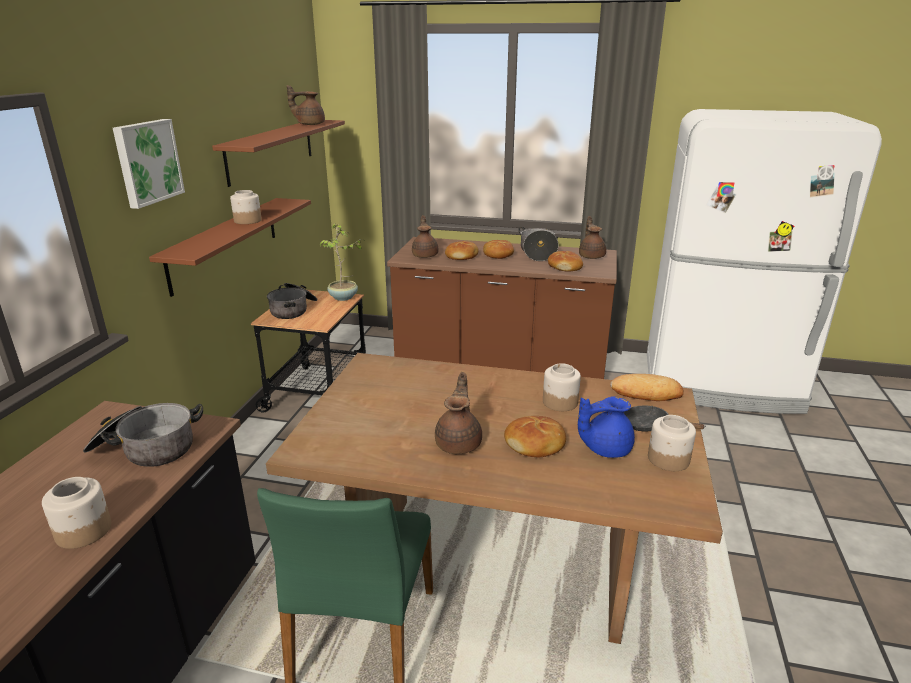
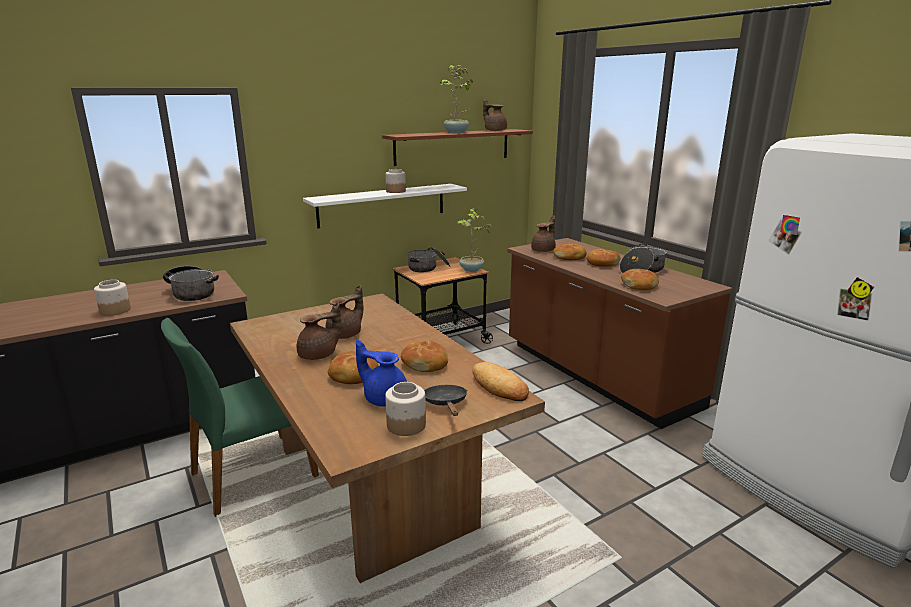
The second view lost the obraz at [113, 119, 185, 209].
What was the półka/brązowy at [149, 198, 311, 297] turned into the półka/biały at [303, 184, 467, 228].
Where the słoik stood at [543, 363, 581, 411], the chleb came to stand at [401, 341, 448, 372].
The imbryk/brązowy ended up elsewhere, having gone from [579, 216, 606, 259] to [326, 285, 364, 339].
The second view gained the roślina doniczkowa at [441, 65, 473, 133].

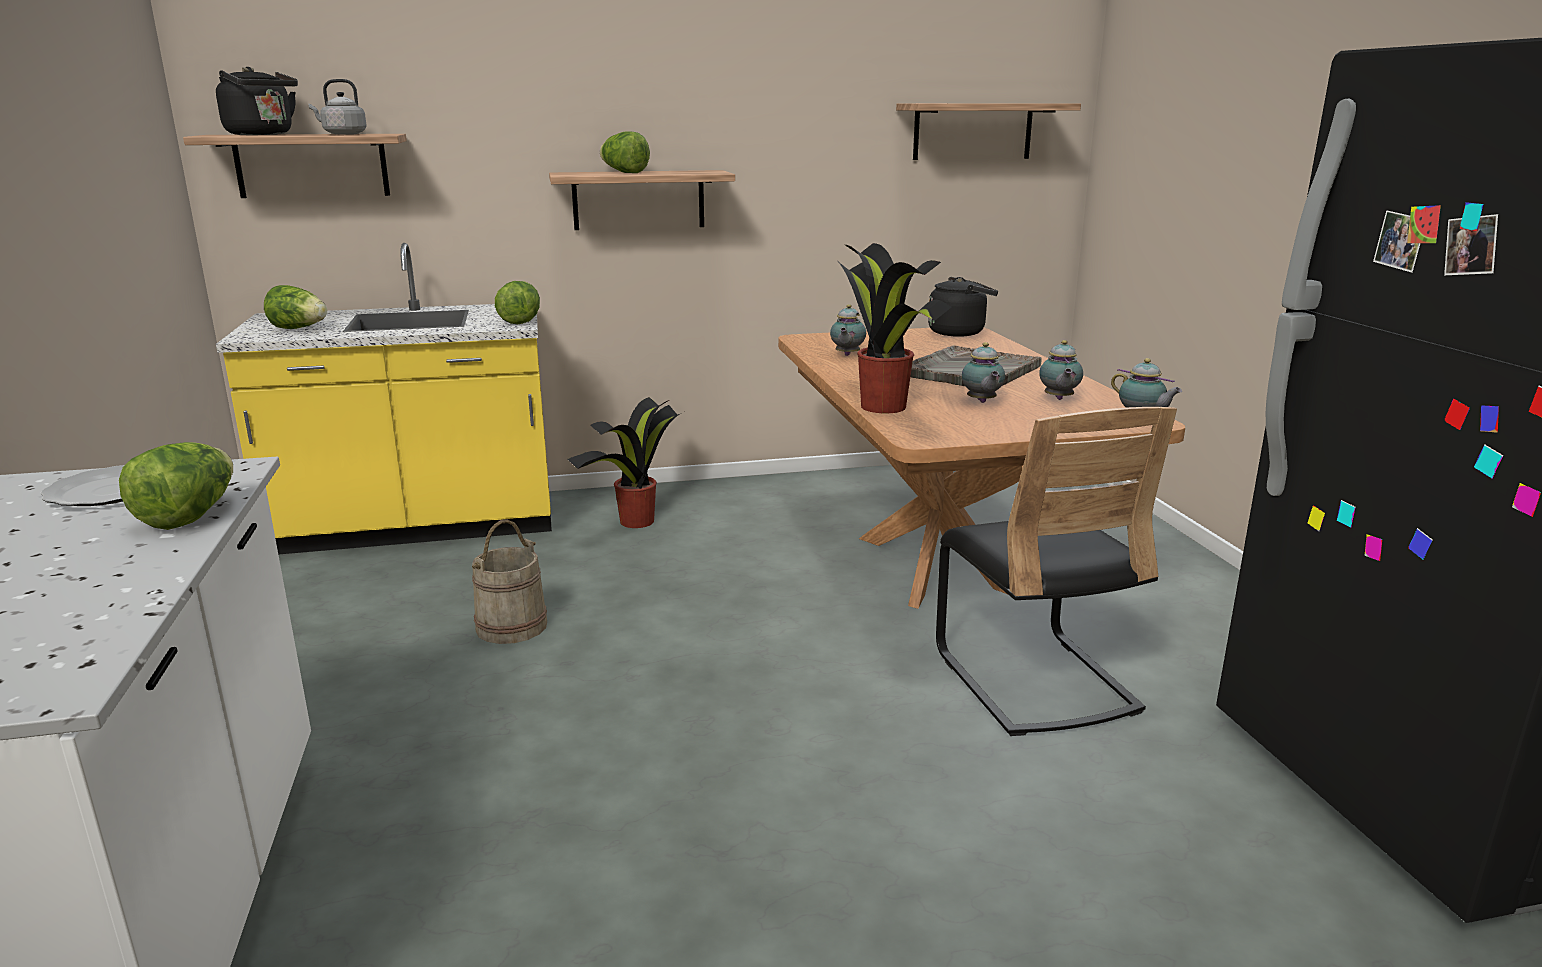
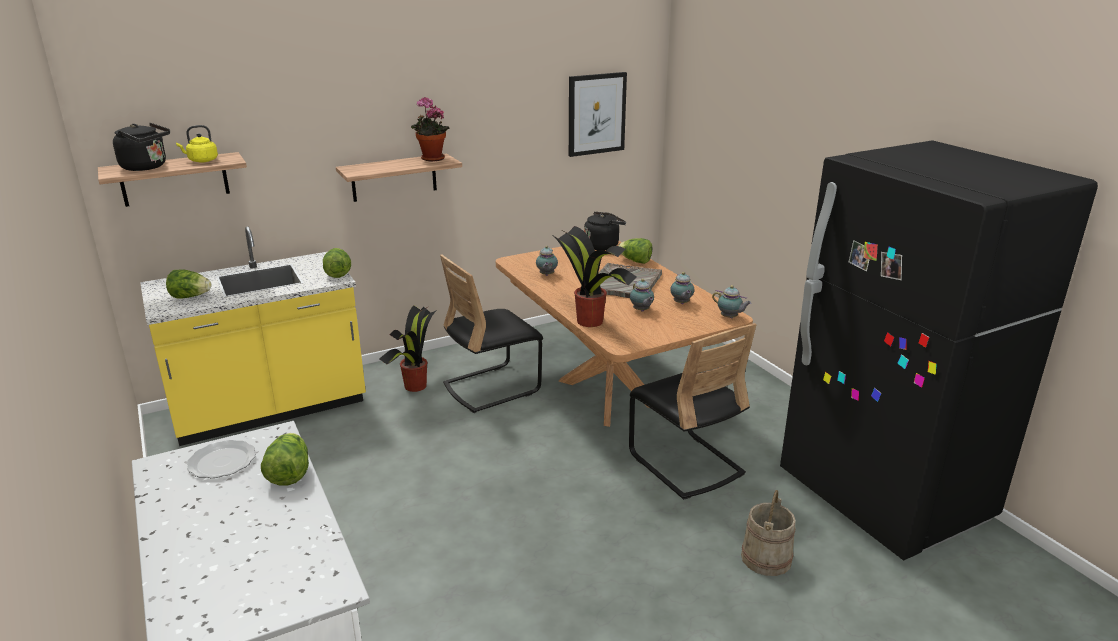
What was the czajnik/szary at [309, 79, 367, 135] turned into the czajnik/żółty at [176, 125, 218, 163].
The wiadro/beżowy ended up elsewhere, having gone from [472, 520, 547, 644] to [741, 490, 796, 576].
The sałata ended up elsewhere, having gone from [600, 131, 650, 173] to [618, 238, 652, 264].
Where the półka hung at [896, 103, 1081, 160], the obraz came to hang at [569, 72, 627, 157].
The second view gained the roślina doniczkowa at [411, 97, 450, 161].
The second view gained the krzesło/czarny at [440, 255, 543, 413].

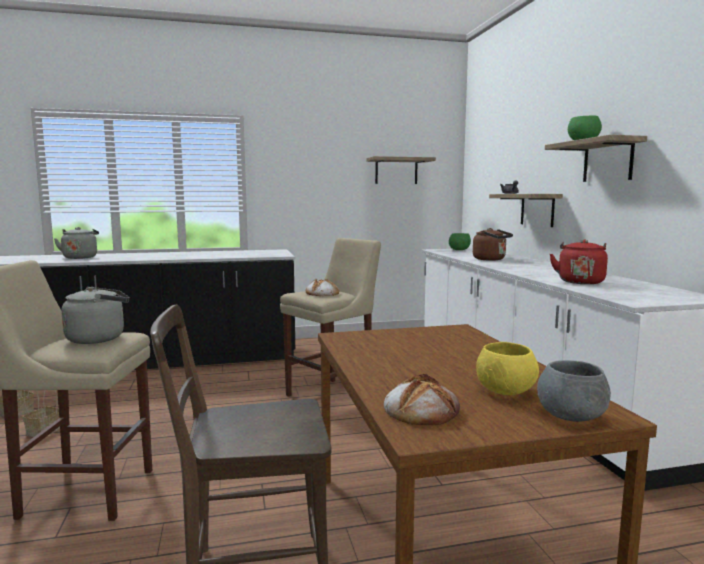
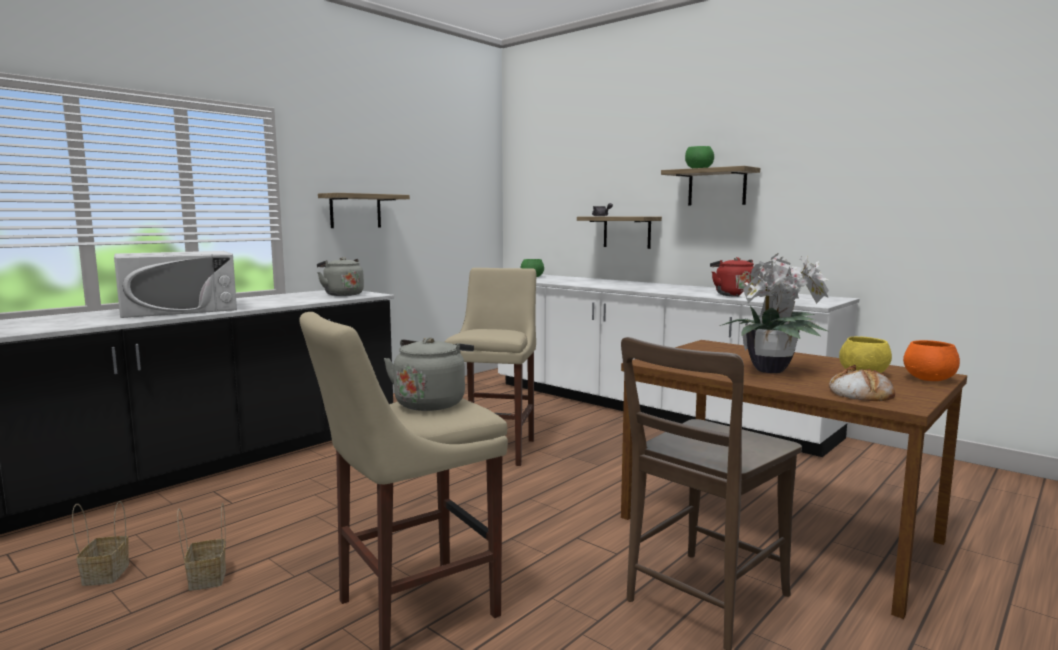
The czajnik/szary ended up elsewhere, having gone from [54, 227, 99, 259] to [317, 257, 364, 296].
The second view lost the chleb at [305, 279, 339, 296].
The półka ended up elsewhere, having gone from [367, 156, 436, 184] to [318, 193, 410, 228].
The second view lost the czajnik/brązowy at [473, 228, 513, 261].
What was the miska/szary at [537, 360, 611, 422] turned into the miska/pomarańczowy at [903, 340, 960, 381].
The second view gained the mikrofalówka/biały at [114, 251, 237, 318].
The second view gained the roślina doniczkowa at [720, 253, 829, 373].

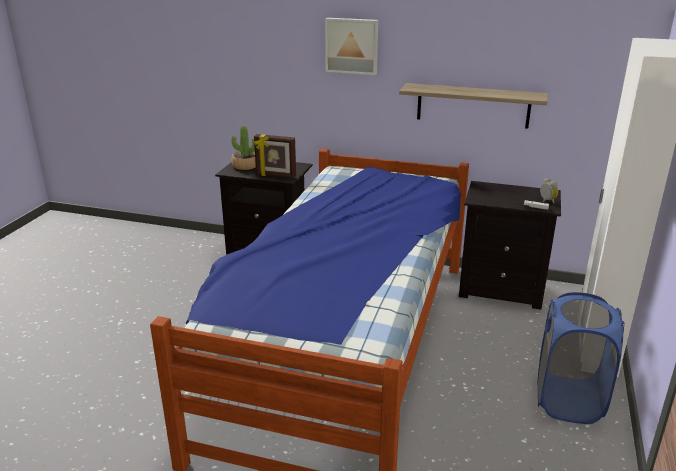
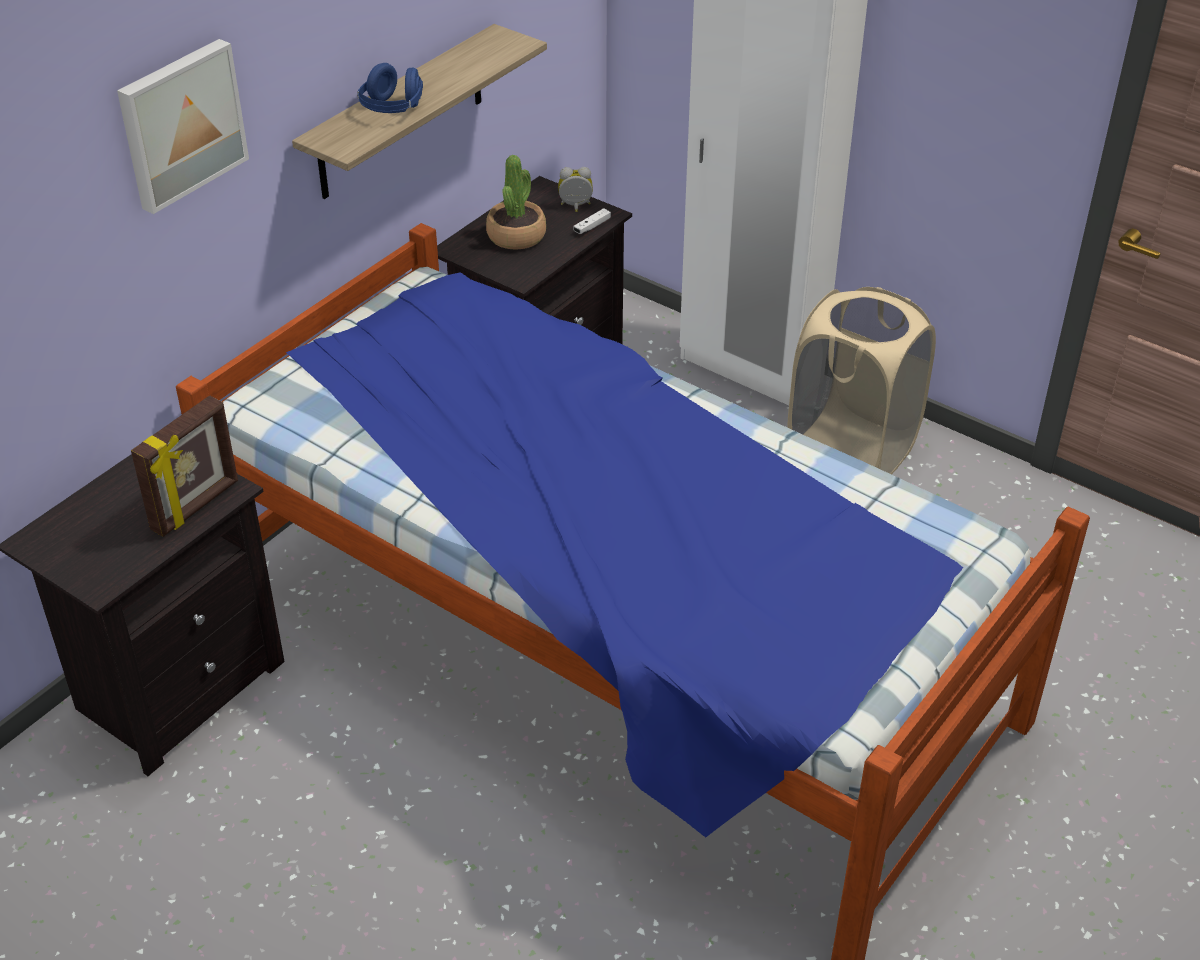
The roślina doniczkowa ended up elsewhere, having gone from [231, 126, 256, 170] to [486, 155, 546, 250].
What was the kosz na pranie/niebieski at [538, 292, 624, 424] turned into the kosz na pranie/beżowy at [788, 287, 936, 474].
The second view gained the słuchawki/niebieski at [357, 63, 423, 113].

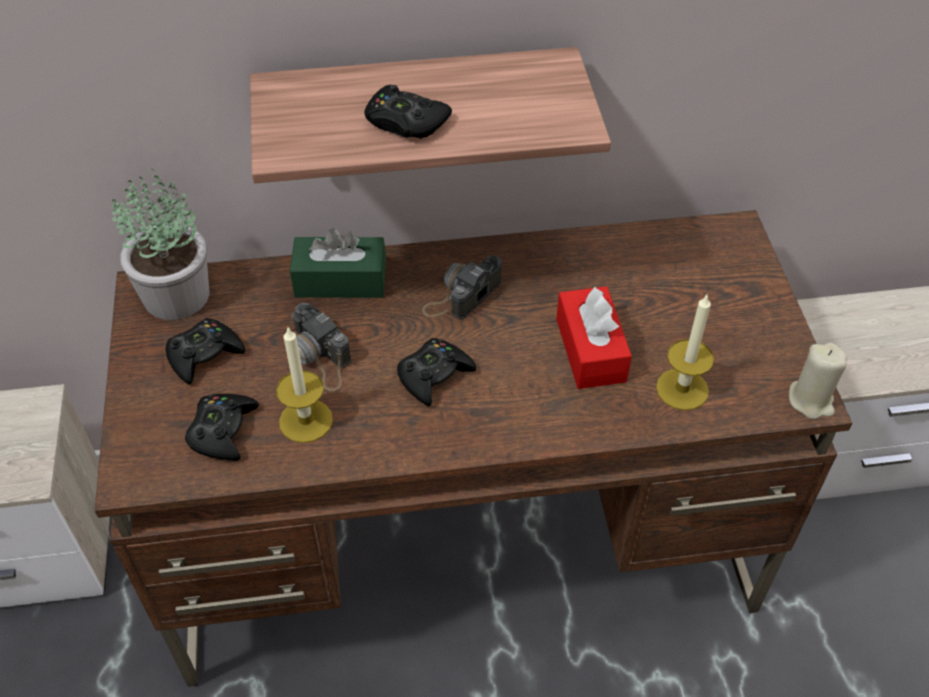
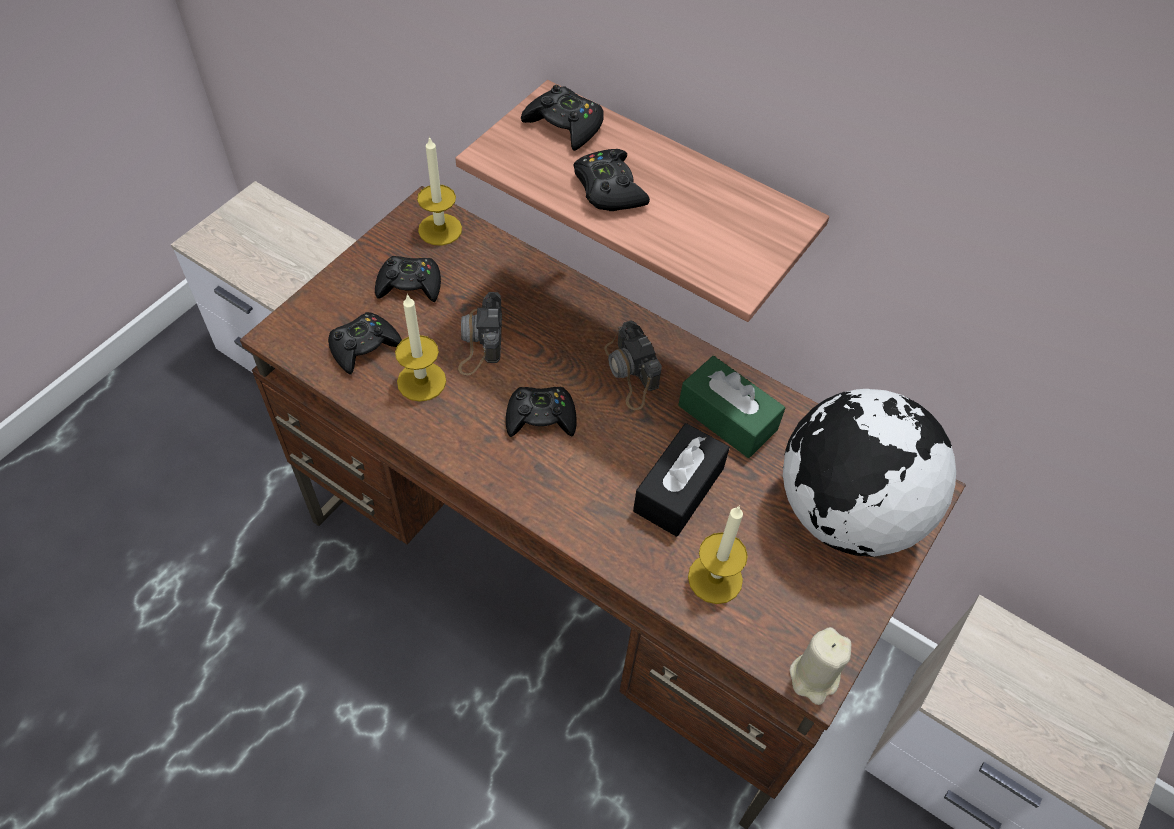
Where the roślina doniczkowa stood at [110, 169, 209, 320], the świeca came to stand at [417, 136, 462, 246].
The pudełko chusteczek/zielony ended up elsewhere, having gone from [290, 228, 386, 298] to [678, 356, 785, 458].
The aparat fotograficzny at [422, 255, 502, 319] ended up facing another way, 105 degrees counterclockwise from before.
What was the pudełko chusteczek/czerwony at [556, 286, 632, 389] turned into the pudełko chusteczek/czarny at [633, 423, 730, 537].
The second view gained the pad do gier/czarny at [521, 85, 604, 151].
The second view gained the globus at [783, 389, 956, 557].

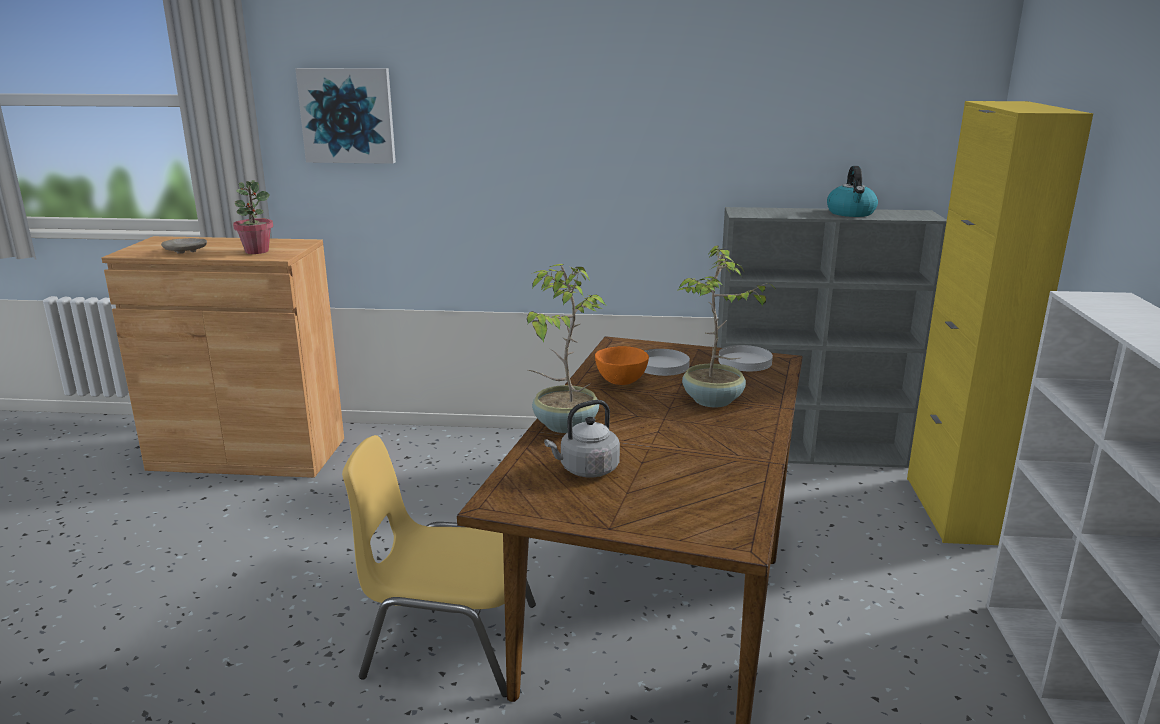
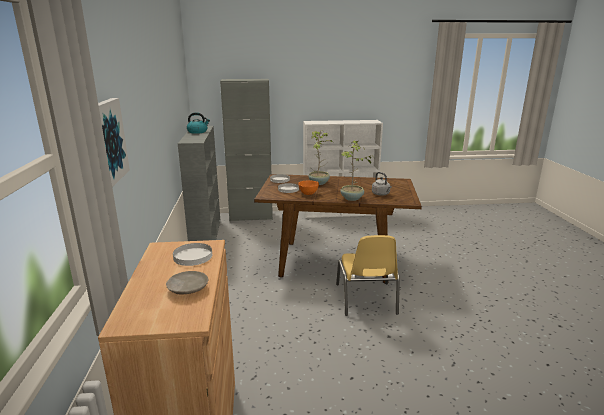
Where the roślina doniczkowa stood at [233, 180, 273, 254], the talerz/biały came to stand at [173, 243, 212, 266].
What was the szafka/żółty at [907, 101, 1093, 545] turned into the szafka/szary at [220, 79, 273, 221].

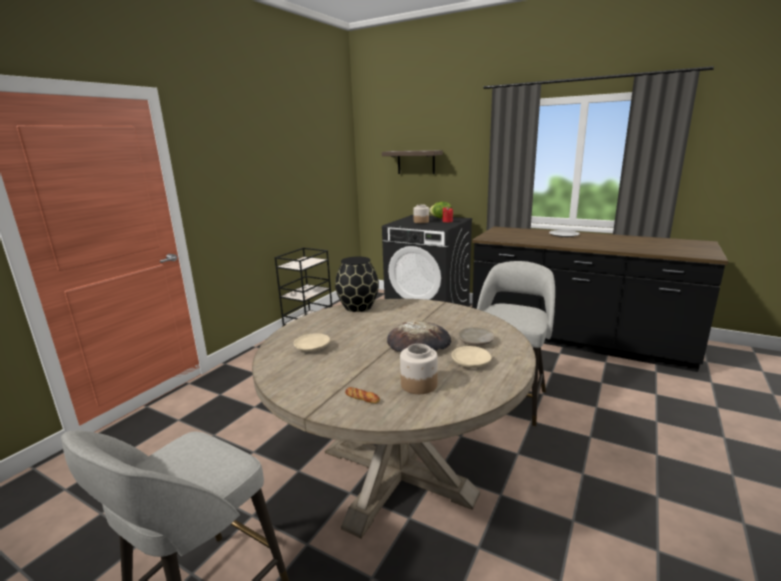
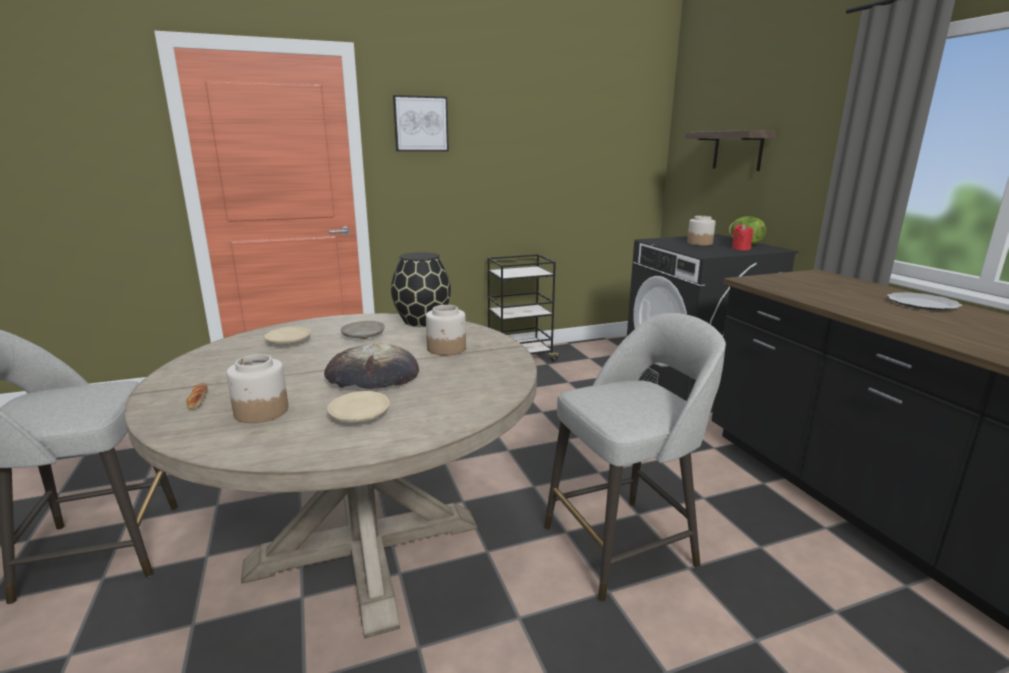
The talerz/beżowy ended up elsewhere, having gone from [458, 327, 494, 345] to [341, 321, 385, 339].
The second view gained the obraz at [393, 95, 449, 151].
The second view gained the słoik at [426, 305, 466, 355].

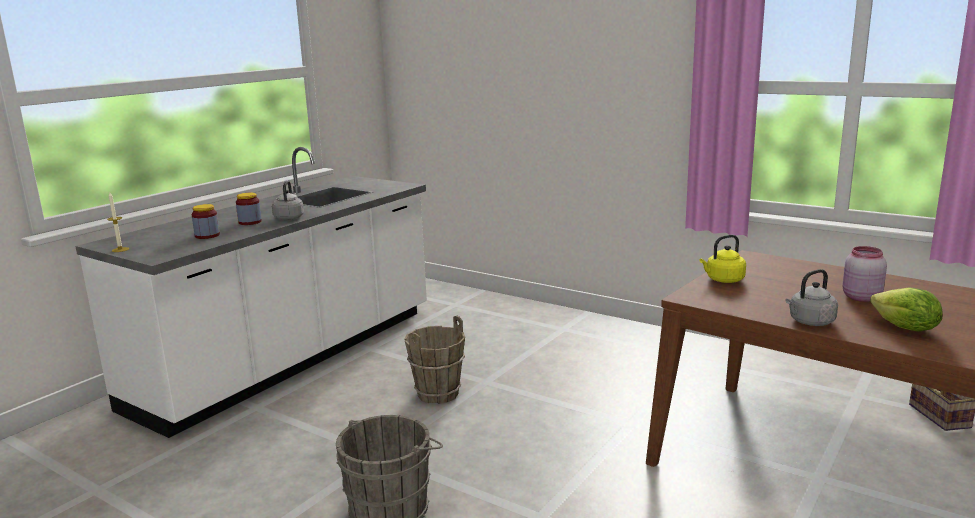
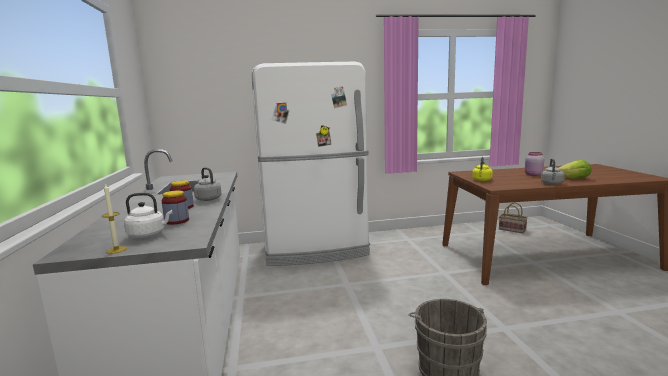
The second view lost the wiadro/brązowy at [404, 316, 465, 404].
The second view gained the czajnik/biały at [124, 193, 172, 238].
The second view gained the lodówka/biały at [251, 62, 370, 266].

